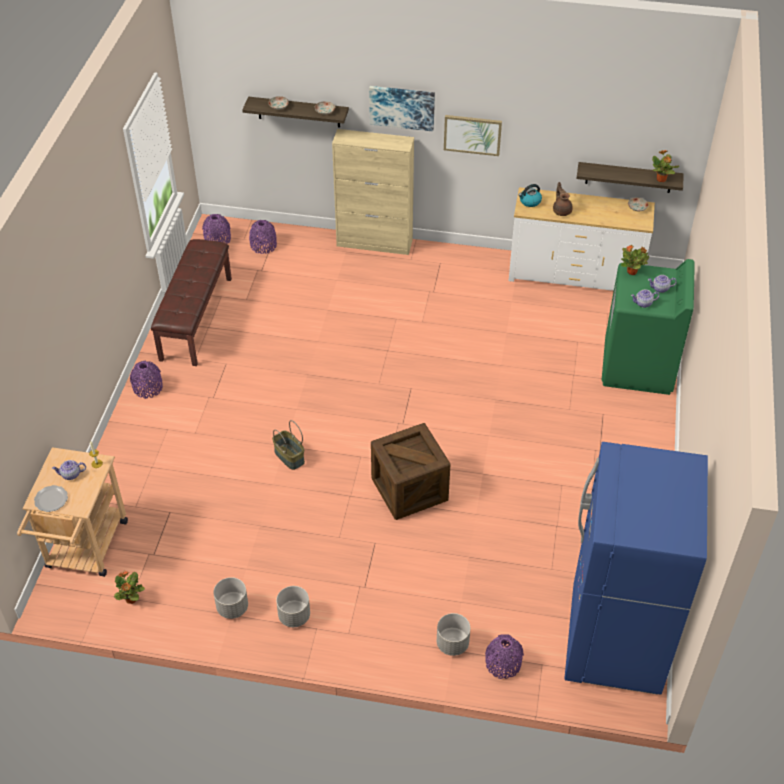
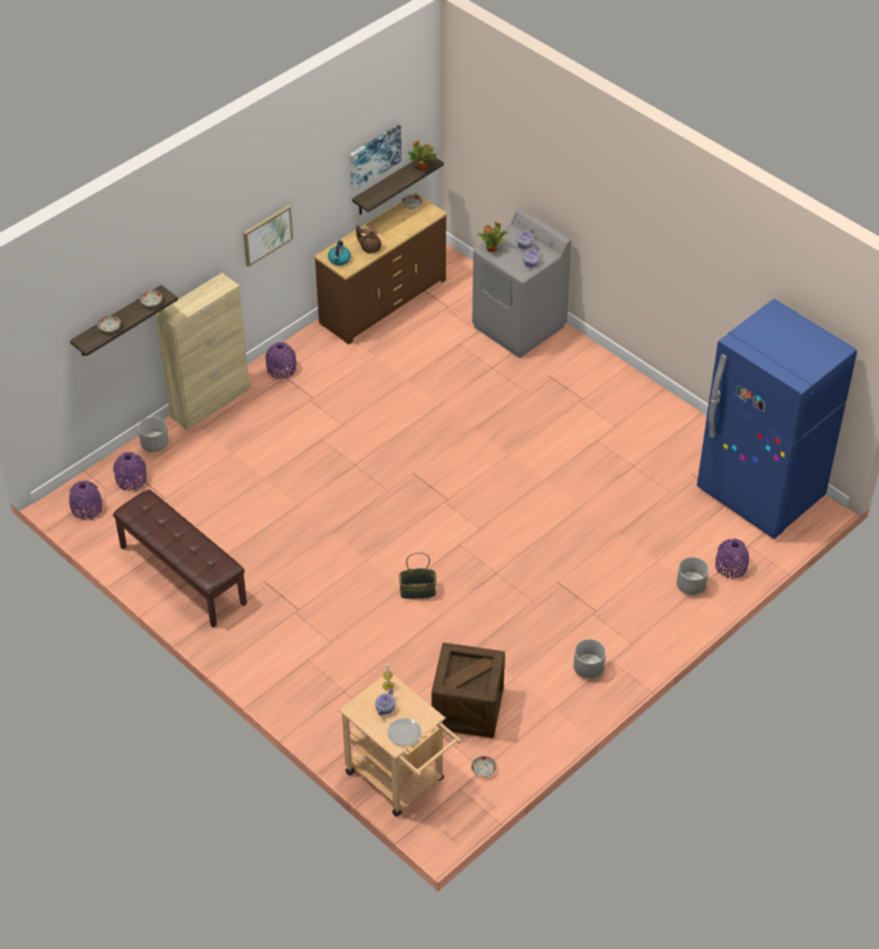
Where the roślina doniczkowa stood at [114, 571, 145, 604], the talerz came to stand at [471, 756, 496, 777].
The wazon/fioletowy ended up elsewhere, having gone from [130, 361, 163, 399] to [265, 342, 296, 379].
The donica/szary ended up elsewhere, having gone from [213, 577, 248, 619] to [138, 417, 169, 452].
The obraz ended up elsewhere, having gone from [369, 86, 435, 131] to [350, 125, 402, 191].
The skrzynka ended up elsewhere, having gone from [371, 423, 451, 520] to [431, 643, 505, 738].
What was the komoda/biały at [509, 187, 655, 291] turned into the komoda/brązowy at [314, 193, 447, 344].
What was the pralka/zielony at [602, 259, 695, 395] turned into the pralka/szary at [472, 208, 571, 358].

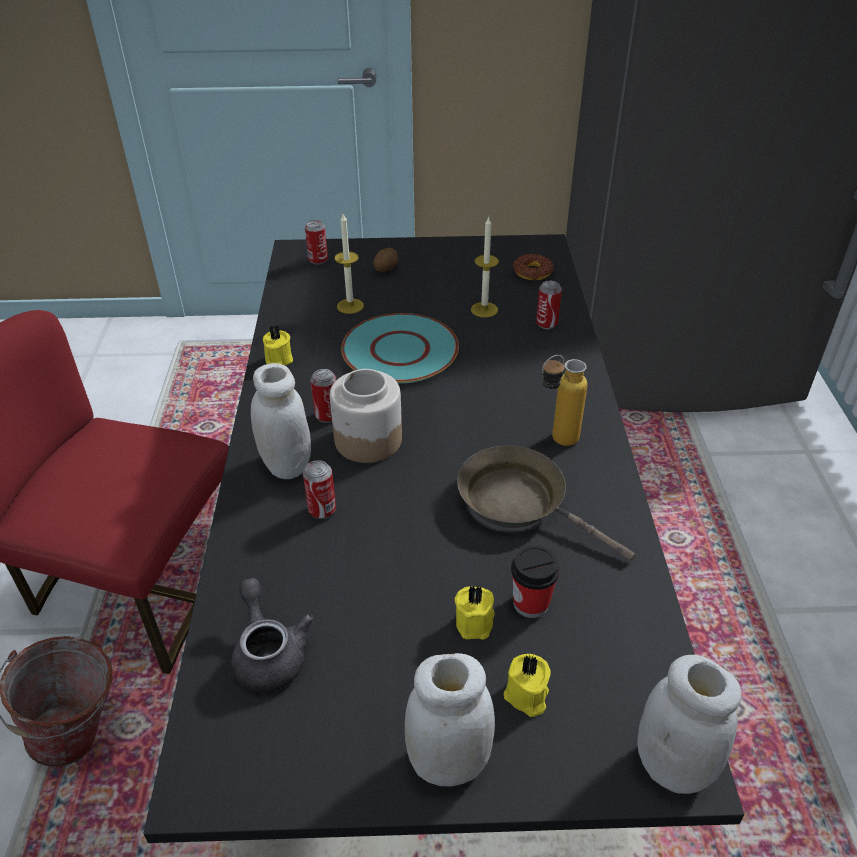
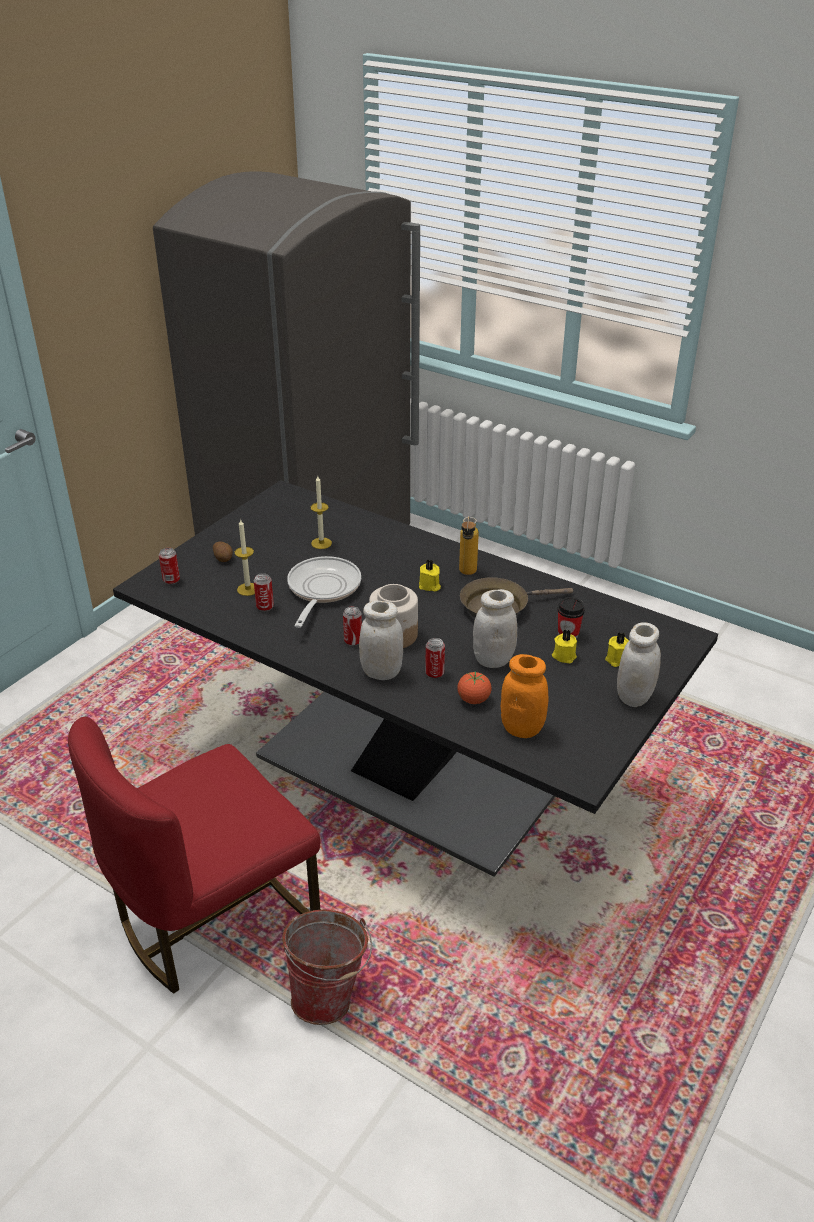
Where the imbryk/szary stood at [232, 578, 314, 692], the słoik/pomarańczowy came to stand at [501, 654, 548, 738].
The świeca/żółty ended up elsewhere, having gone from [263, 325, 293, 365] to [419, 560, 441, 591].
Where the talerz/turkusowy stood at [341, 313, 459, 384], the patelnia came to stand at [287, 556, 361, 628].
The second view lost the donut at [513, 253, 554, 280].
The puszka ended up elsewhere, having gone from [536, 281, 562, 329] to [254, 573, 274, 612].
The słoik/biały ended up elsewhere, having gone from [638, 655, 742, 794] to [473, 589, 517, 668].
The second view gained the pomidor at [457, 672, 491, 704].

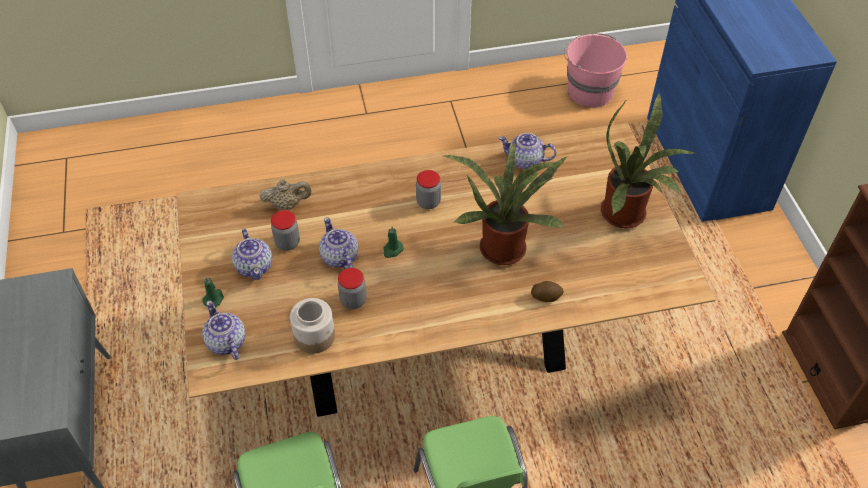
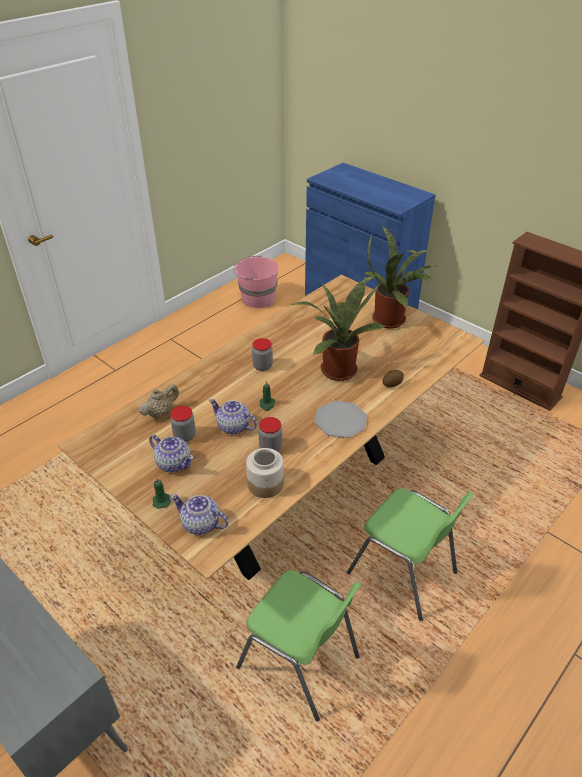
The second view lost the imbryk at [498, 133, 557, 169].
The second view gained the talerz at [314, 401, 367, 438].

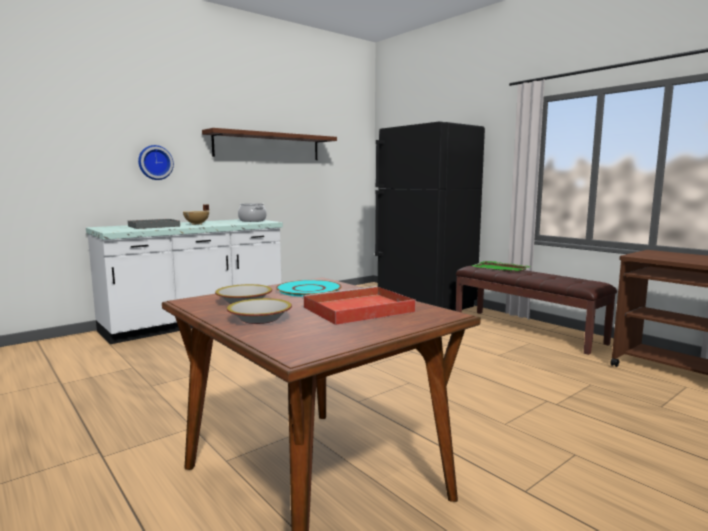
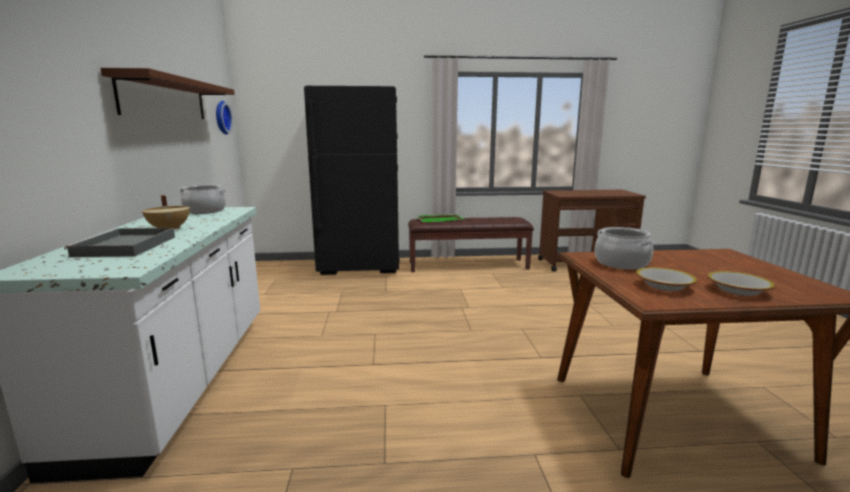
The zegar ścienny ended up elsewhere, having gone from [138, 145, 174, 180] to [216, 101, 233, 135].
Where the talerz/turkusowy stood at [276, 280, 342, 297], the garnek came to stand at [595, 227, 655, 270].
The second view lost the taca/czerwony at [303, 286, 416, 325].

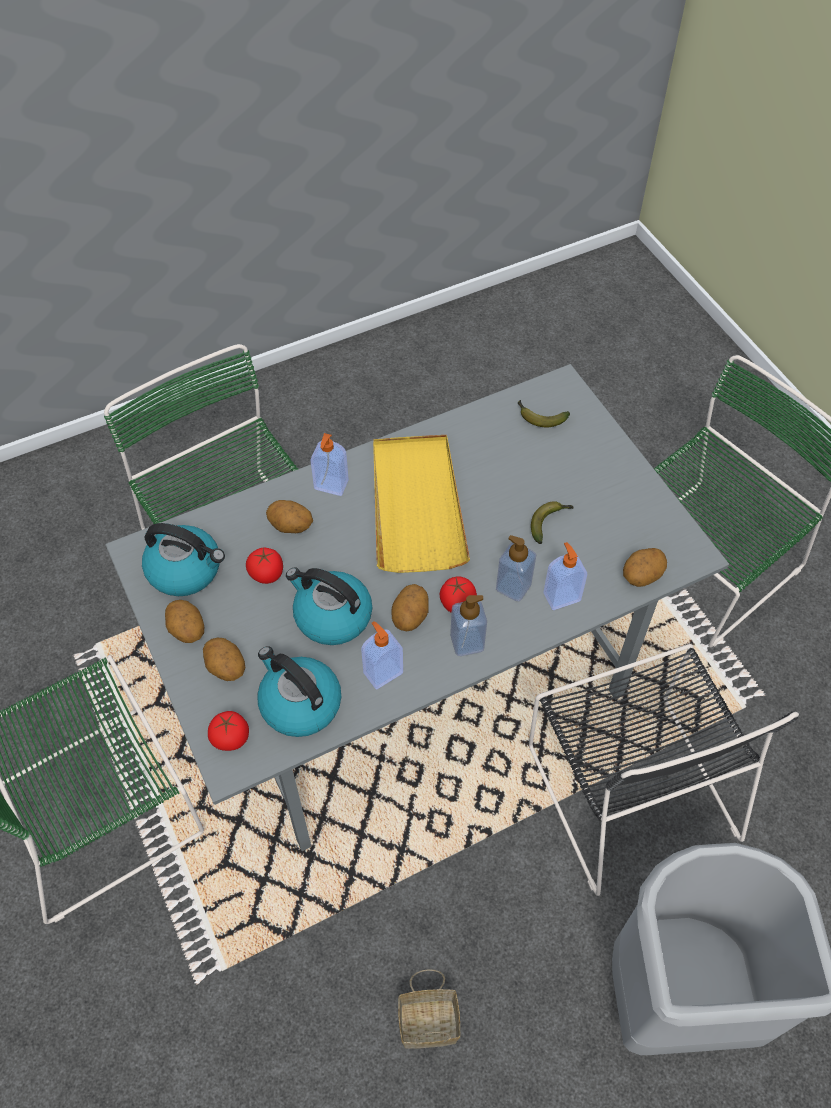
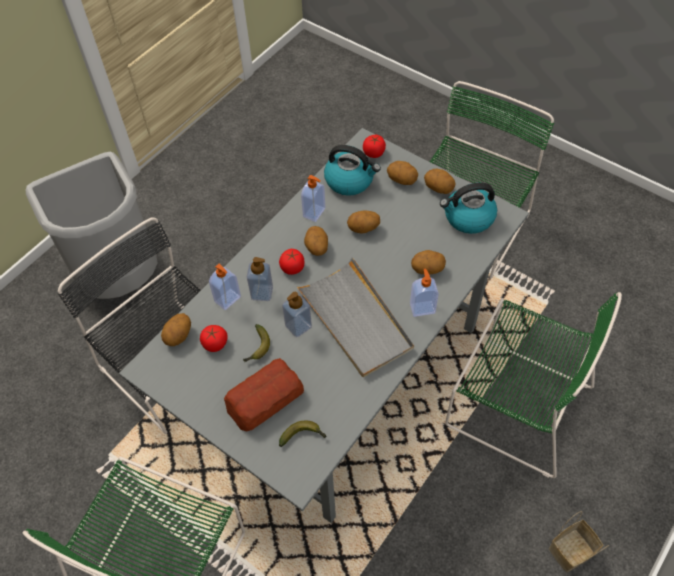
The pomidor ended up elsewhere, having gone from [246, 548, 283, 584] to [200, 325, 228, 352].
Where the czajnik stood at [286, 567, 372, 645], the ziemniak came to stand at [347, 211, 380, 234].
What was the taca/żółty at [373, 435, 470, 573] turned into the taca/szary at [296, 257, 414, 377].
The koszyk ended up elsewhere, having gone from [398, 969, 460, 1049] to [549, 511, 609, 572].
The dozownik mydła ended up elsewhere, having gone from [450, 595, 487, 656] to [282, 292, 312, 337].
The second view gained the chleb at [224, 358, 304, 432].

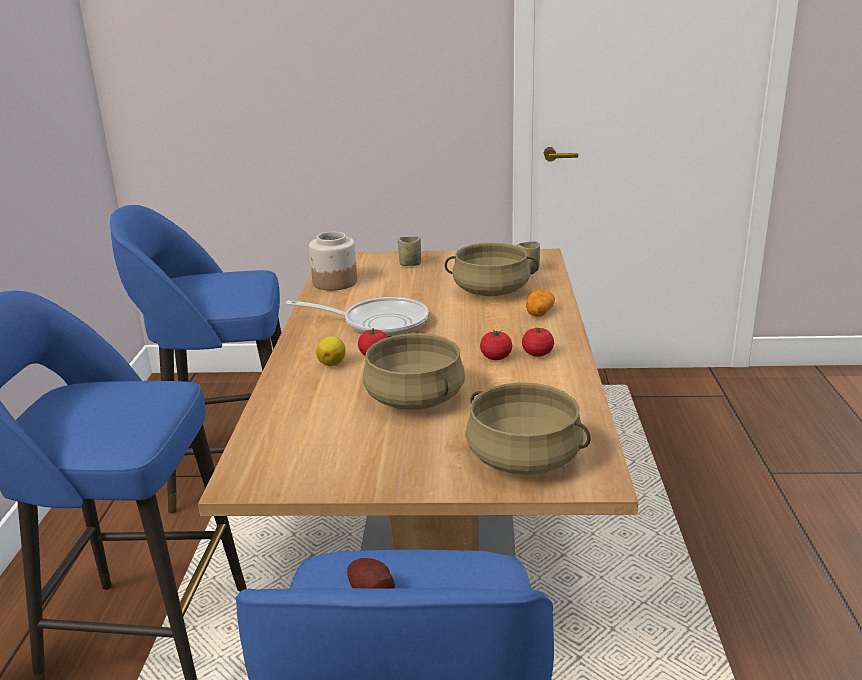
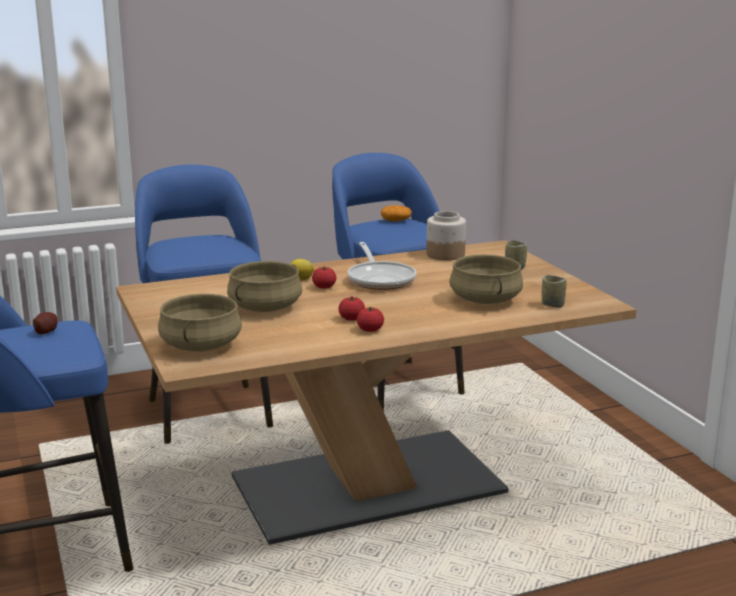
The ziemniak ended up elsewhere, having gone from [526, 289, 555, 317] to [381, 205, 412, 221].

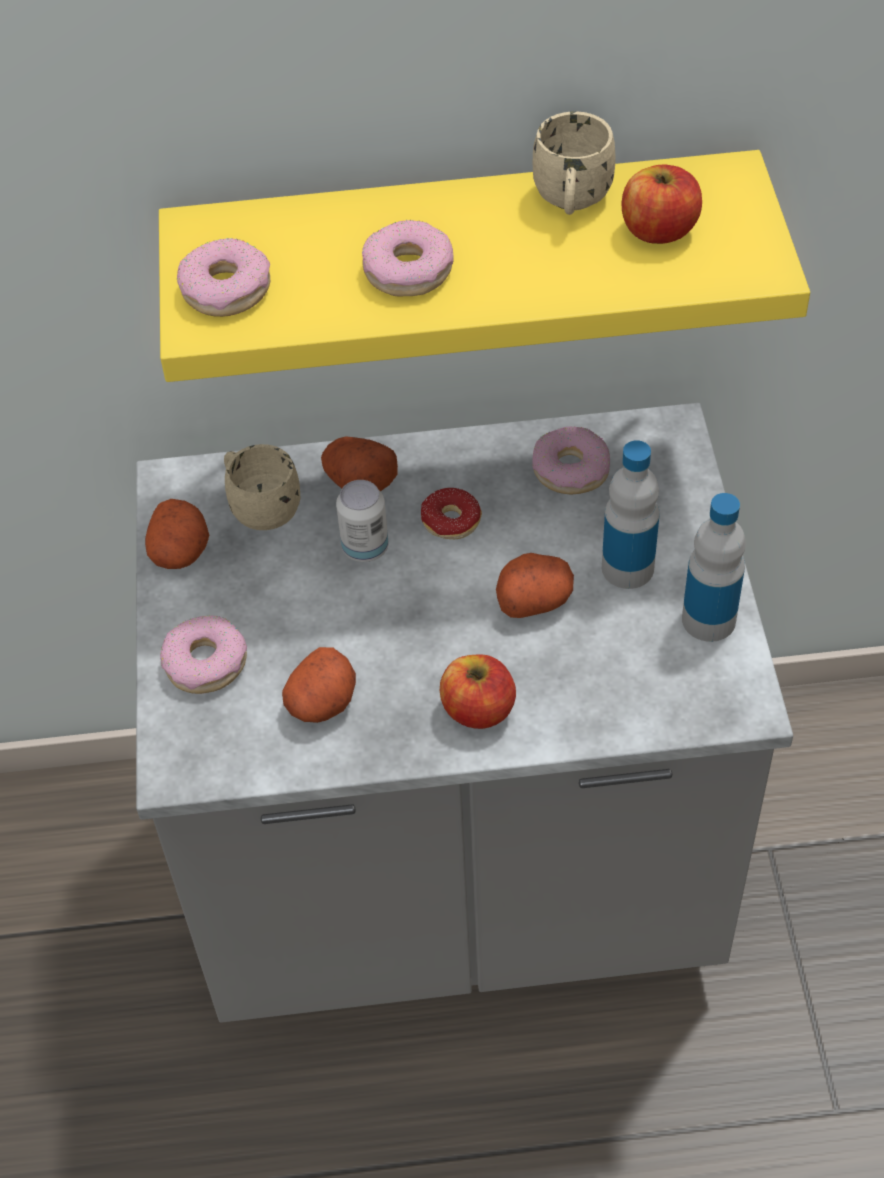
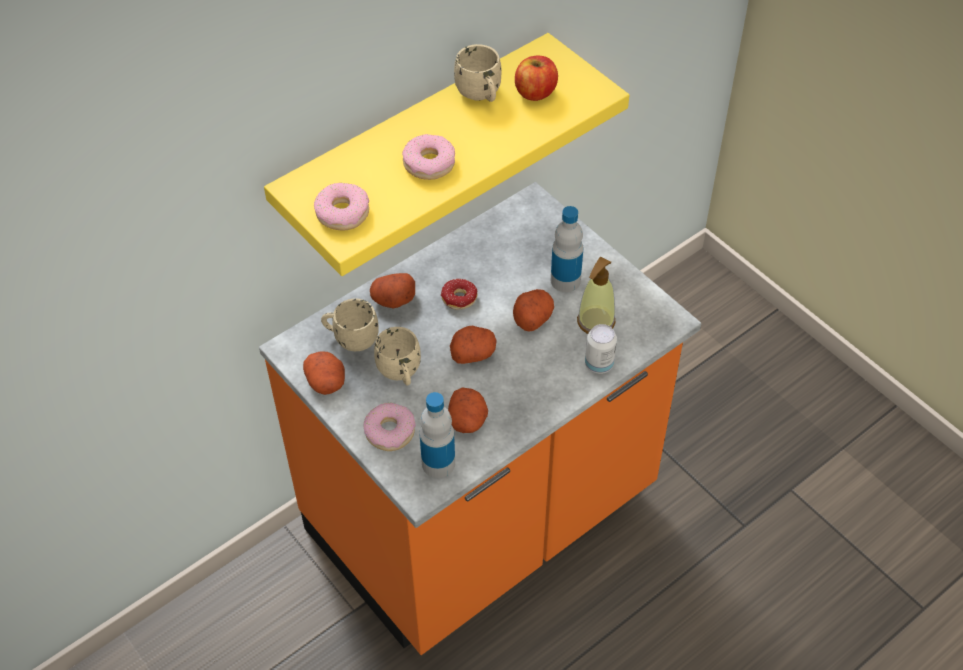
What was the zabudowa kuchenna/szary at [136, 403, 793, 1023] turned into the zabudowa kuchenna/pomarańczowy at [259, 182, 701, 655].
The puszka ended up elsewhere, having gone from [336, 480, 389, 562] to [585, 324, 617, 374].
The second view lost the jabłko at [440, 654, 516, 729].
The second view lost the donut at [532, 426, 610, 494].
The butelka ended up elsewhere, having gone from [682, 493, 746, 642] to [419, 392, 455, 478].
The second view gained the kubek/beżowy at [374, 327, 421, 385].
The second view gained the ziemniak at [450, 326, 497, 364].
The second view gained the dozownik mydła at [577, 257, 616, 334].

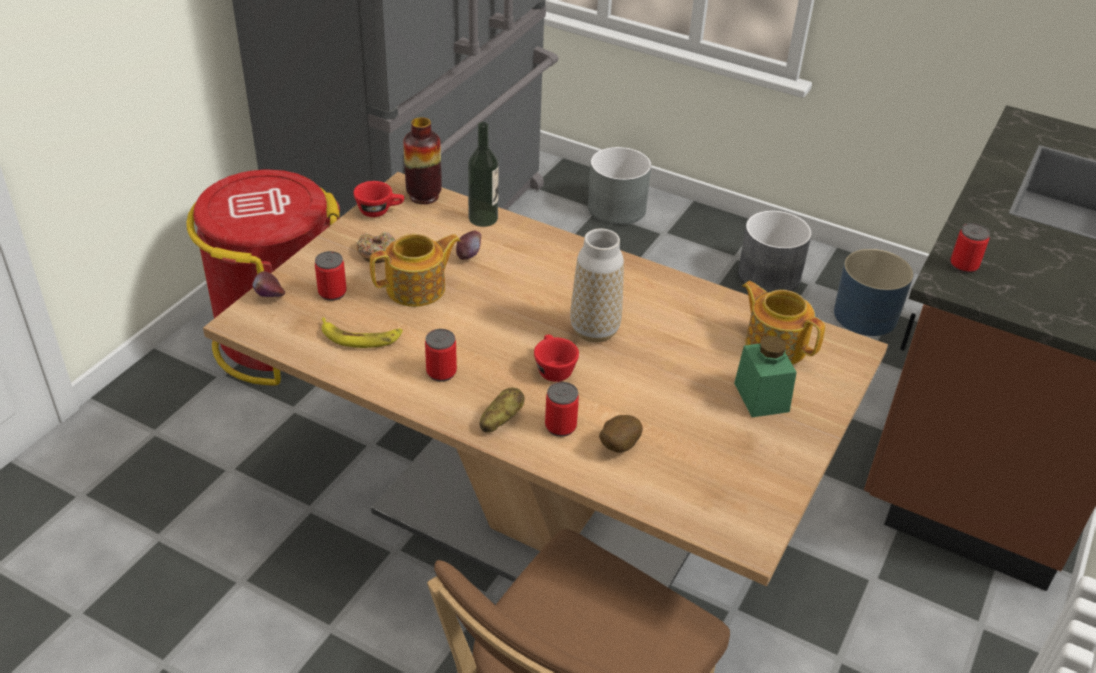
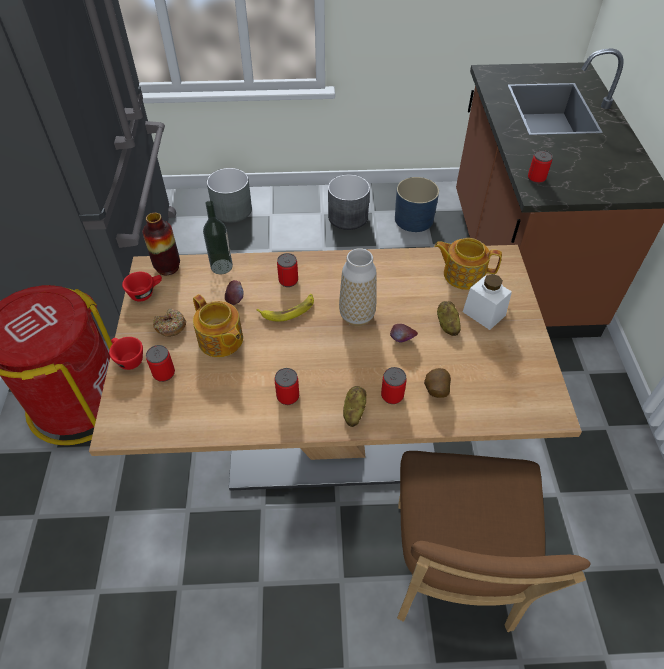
The jabłko ended up elsewhere, having gone from [252, 271, 285, 297] to [390, 324, 418, 343].
The banan ended up elsewhere, having gone from [322, 317, 403, 348] to [257, 294, 314, 322].
The imbryk at [370, 234, 461, 307] ended up facing another way, 105 degrees clockwise from before.
The filiżanka/czerwony ended up elsewhere, having gone from [534, 335, 579, 382] to [109, 337, 143, 370].
What was the słoik/zielony at [734, 336, 797, 417] turned into the słoik/biały at [463, 274, 512, 330].
The second view gained the puszka at [277, 253, 298, 287].
The second view gained the ziemniak at [437, 301, 461, 336].

